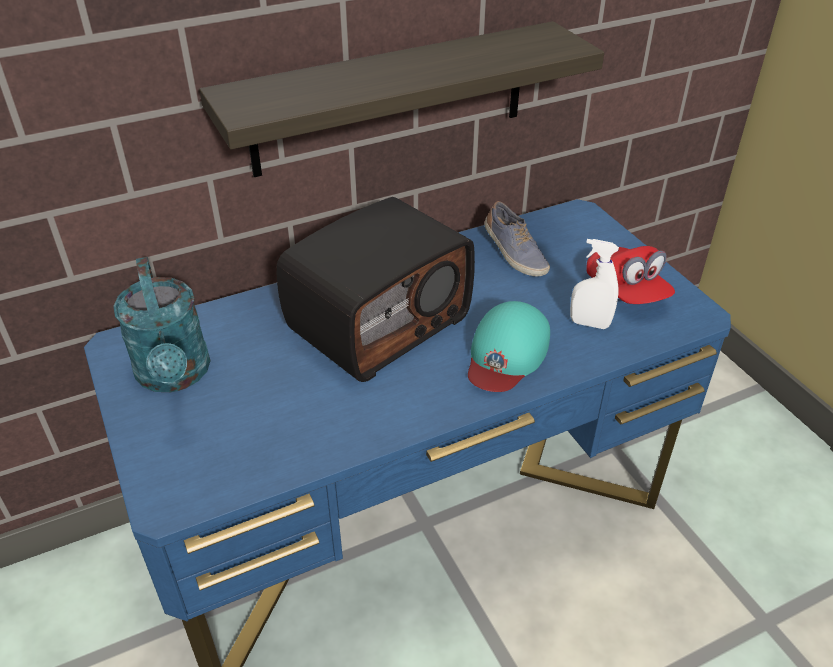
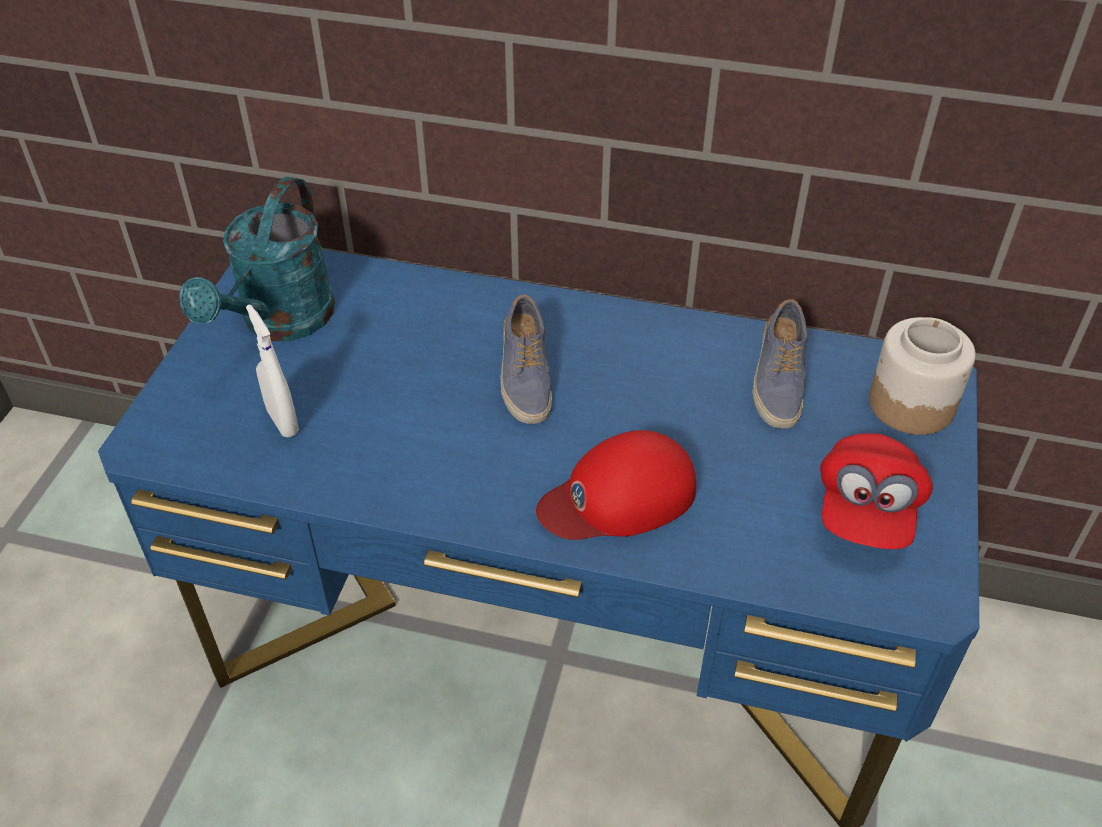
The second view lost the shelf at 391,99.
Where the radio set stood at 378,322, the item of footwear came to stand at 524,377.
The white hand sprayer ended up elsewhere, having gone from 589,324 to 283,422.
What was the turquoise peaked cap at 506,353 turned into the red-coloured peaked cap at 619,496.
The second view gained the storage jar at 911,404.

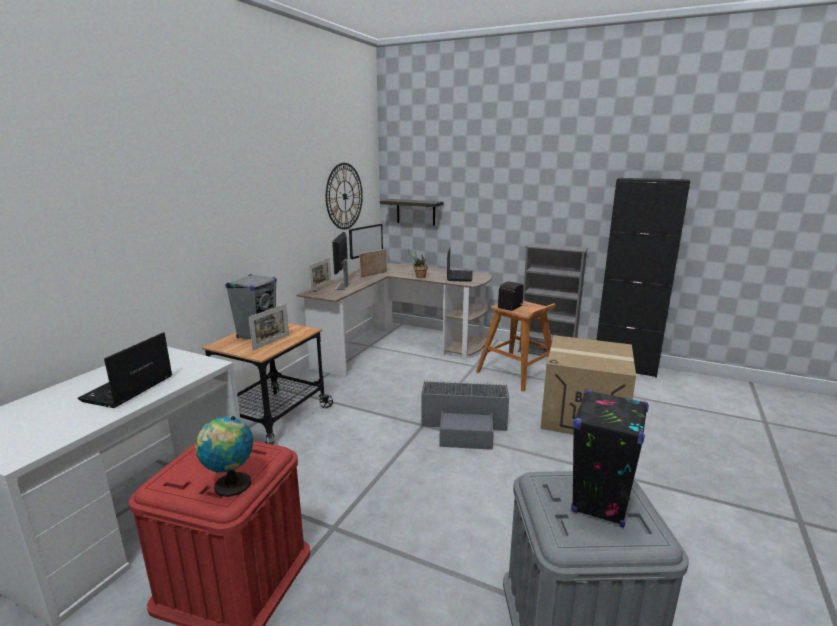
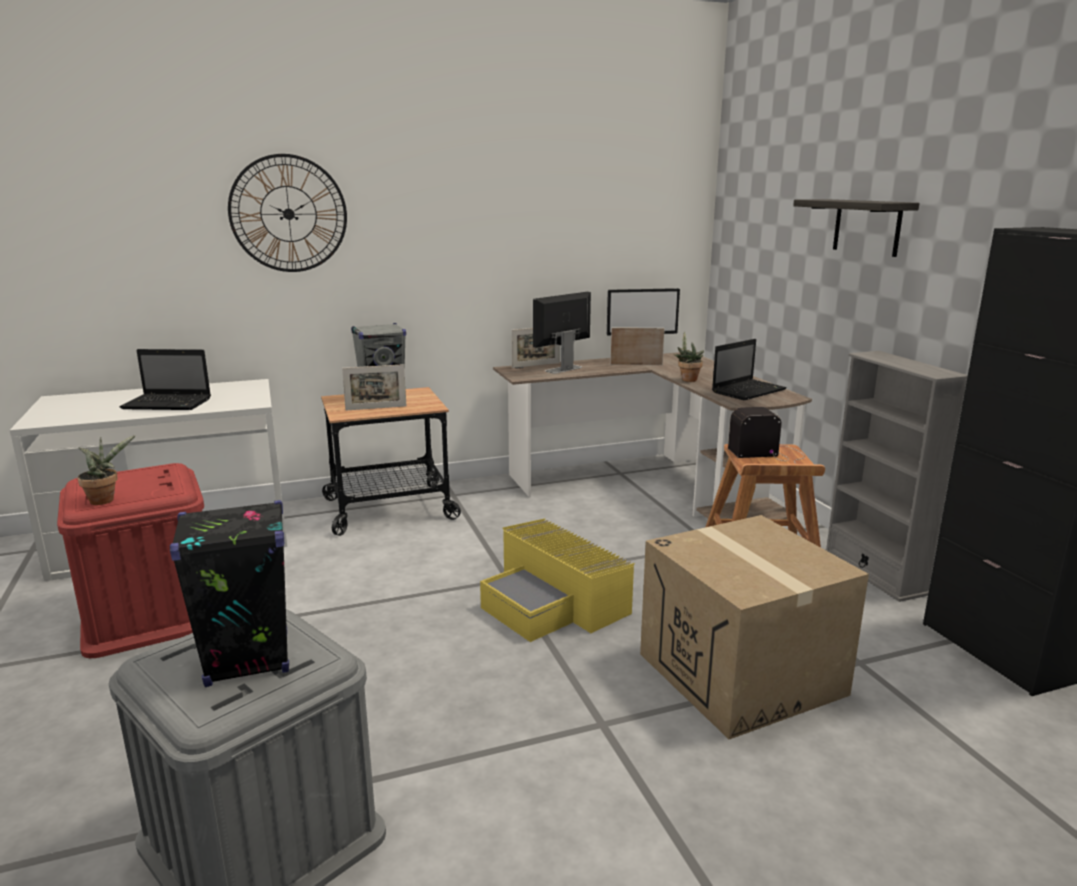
The hanging clock ended up elsewhere, having gone from 344,196 to 288,214.
The shelf ended up elsewhere, having gone from 415,212 to 867,227.
The portable computer at 127,389 ended up facing another way, 150 degrees counterclockwise from before.
What was the grey storage bin at 465,425 turned into the yellow-coloured storage bin at 554,602.
Where the desk globe stood at 230,486, the houseplant came to stand at 105,499.

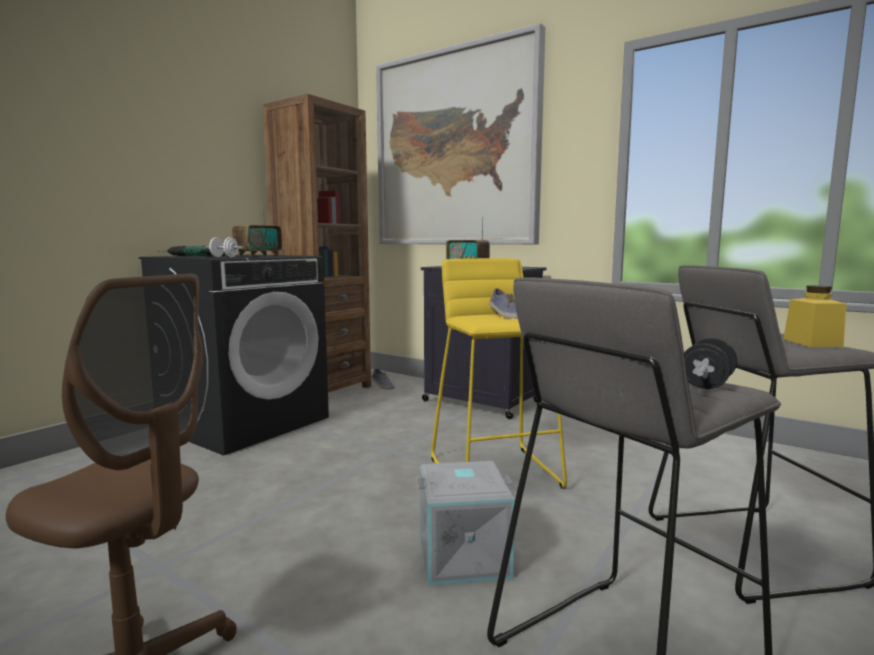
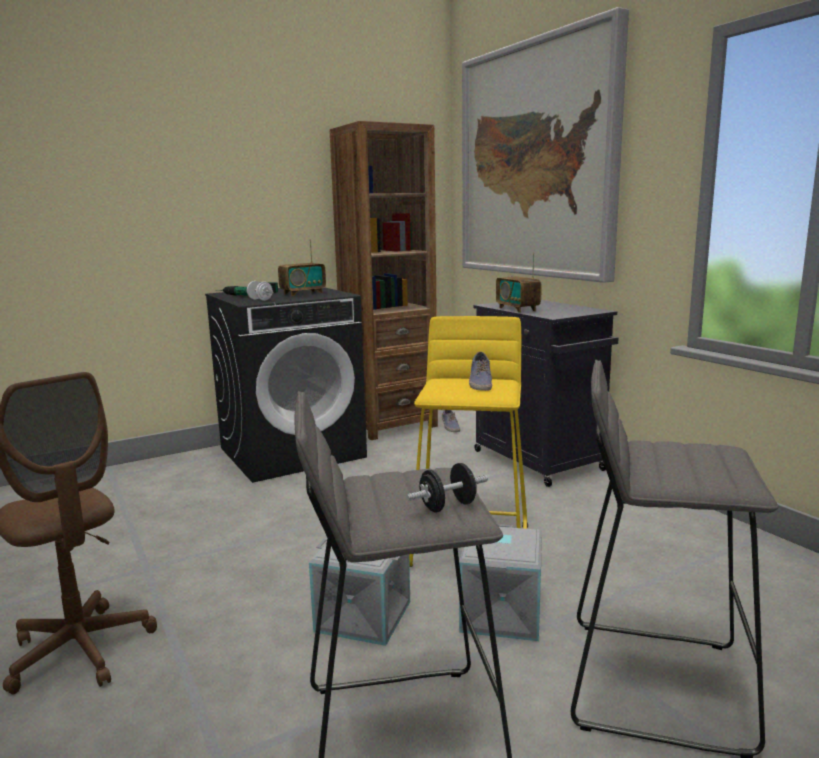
The second view lost the yellow-coloured storage jar at 812,342.
The second view gained the grey storage bin at 503,614.

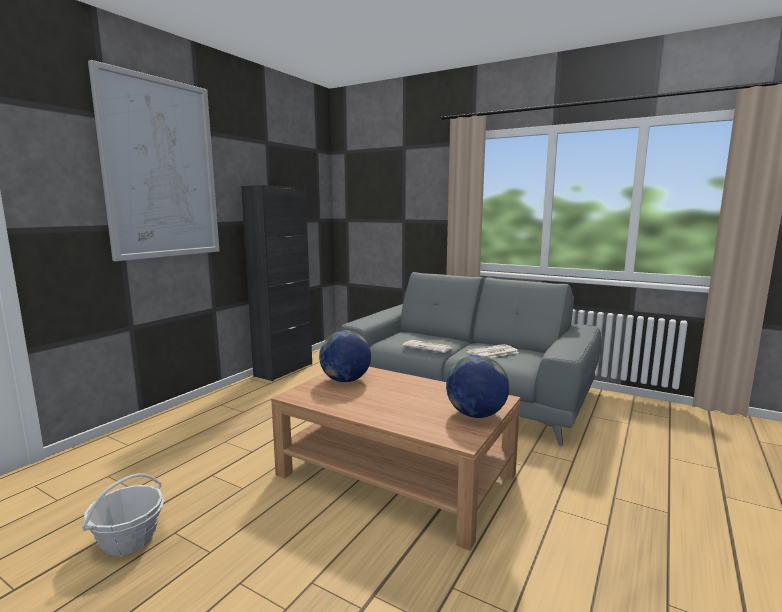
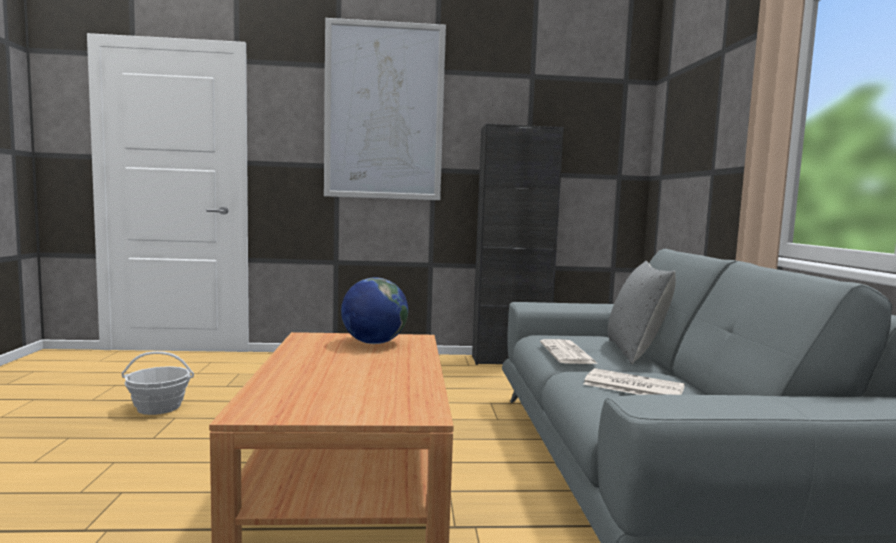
The second view lost the desk globe at 476,415.
The second view gained the grey cushion at 635,352.

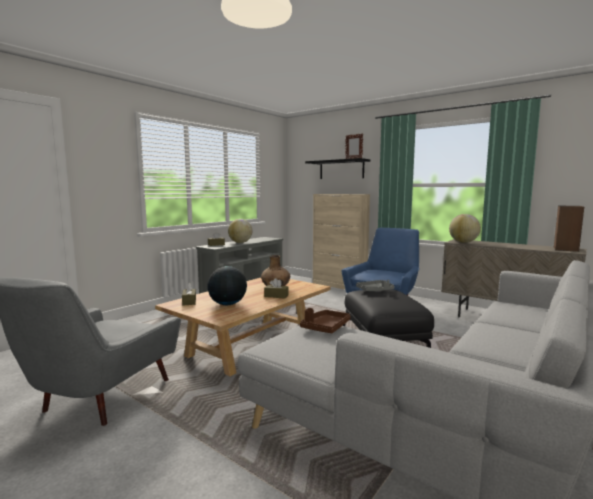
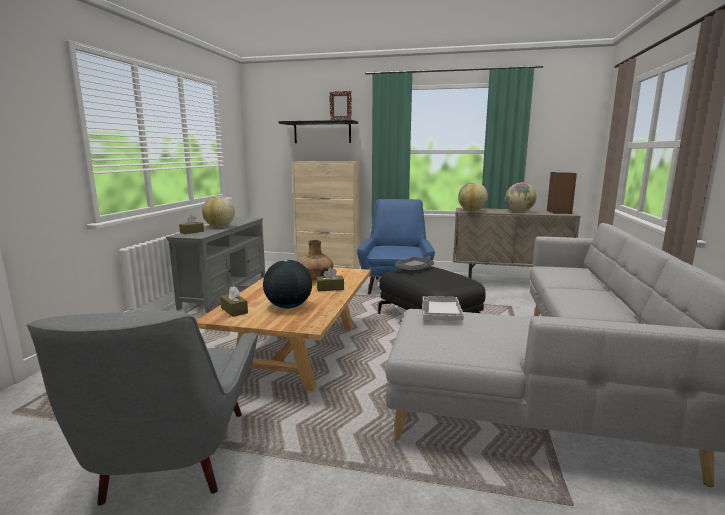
What was the brown carrying tray at 325,327 turned into the grey carrying tray at 440,315.
The second view gained the desk globe at 519,211.

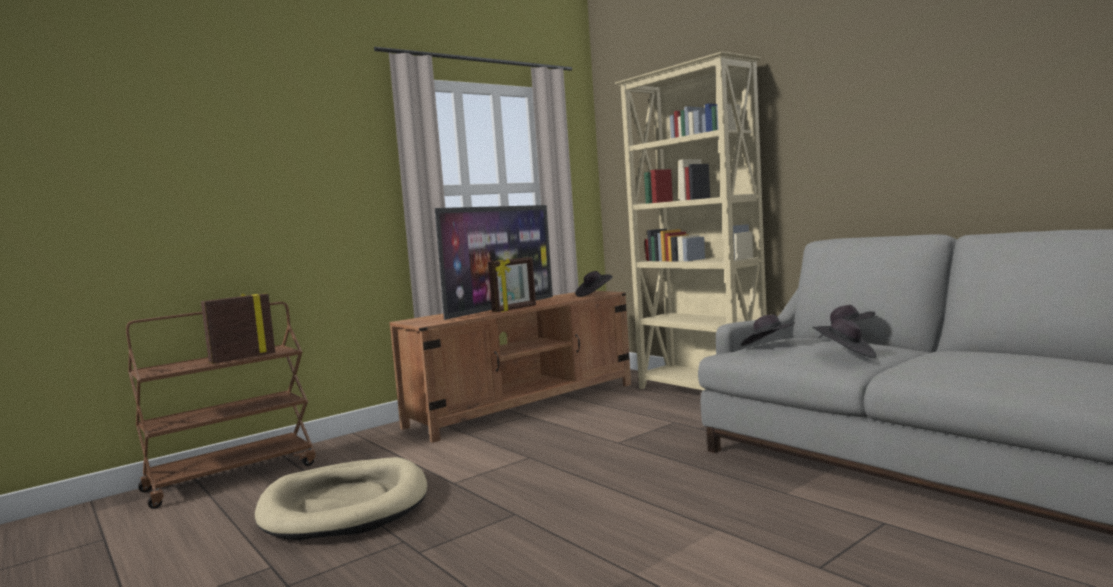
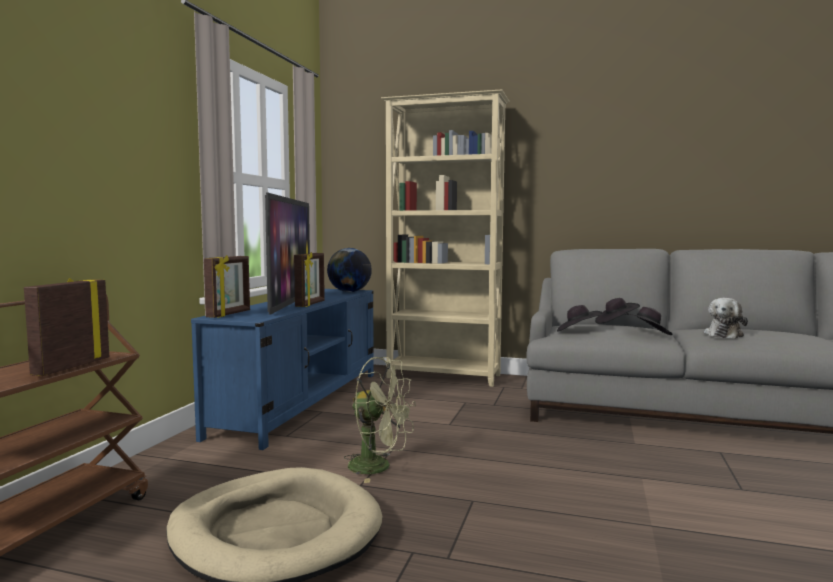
Where the blackish wearable hat stood at 594,294, the desk globe came to stand at 349,292.
What was the brown tv stand at 525,405 turned into the blue tv stand at 301,402.
The second view gained the photo frame at 229,314.
The second view gained the cuddly toy at 724,334.
The second view gained the green cooling fan at 379,467.

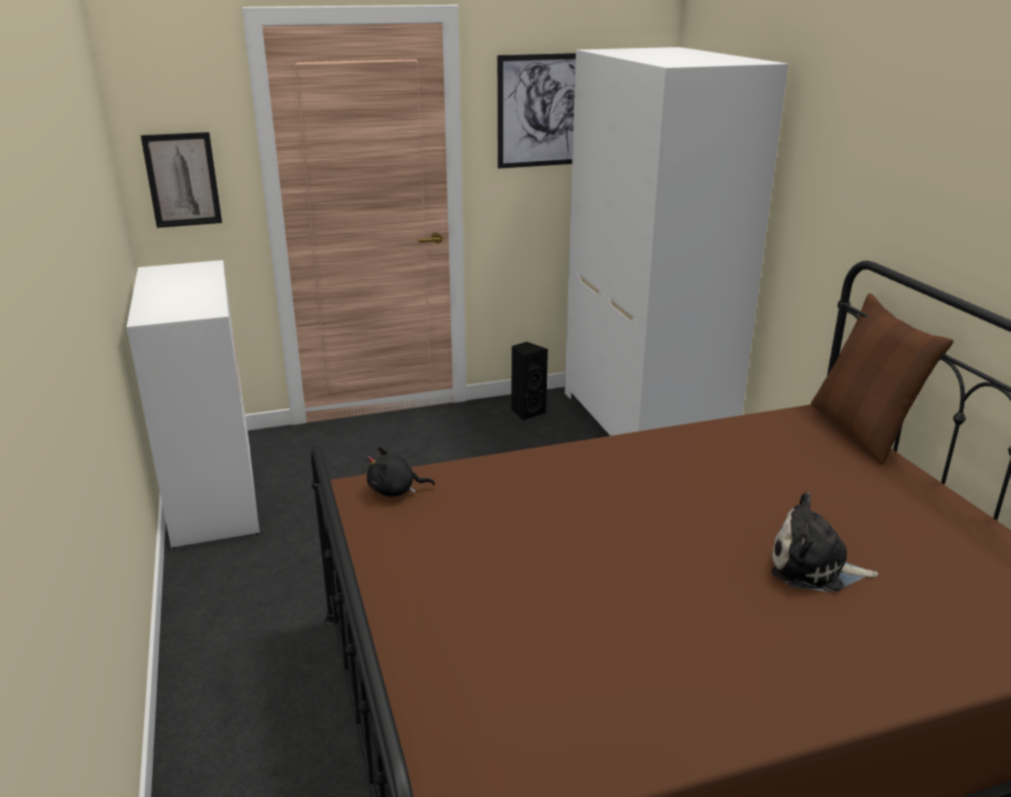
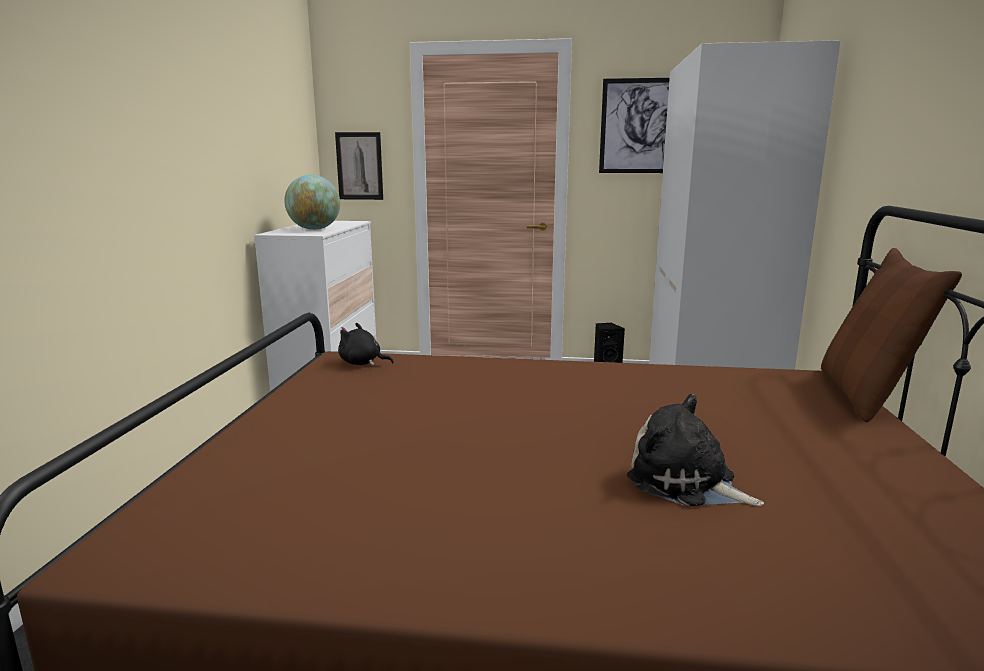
The second view gained the desk globe at 314,229.

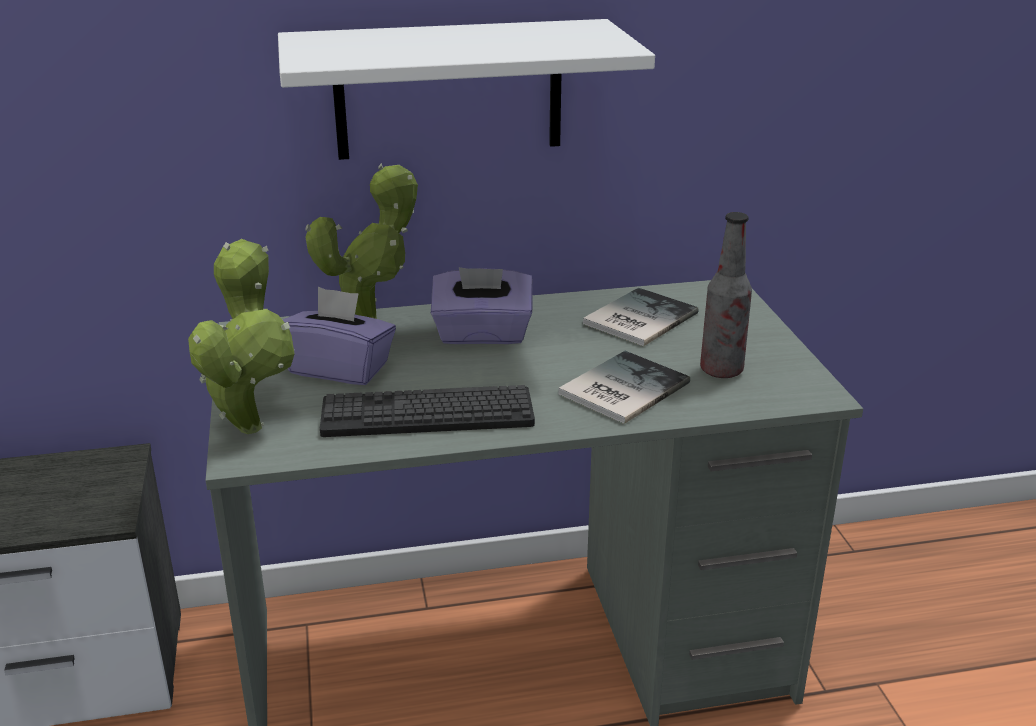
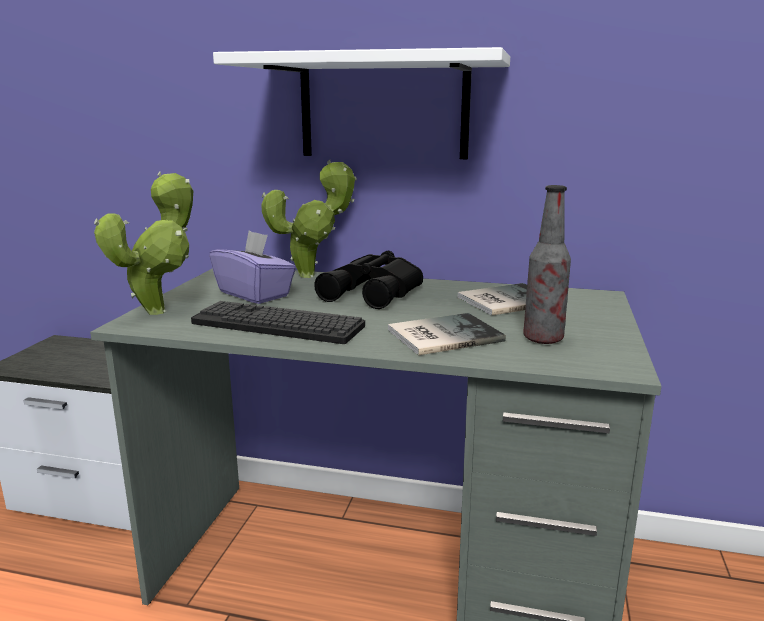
Where the purple tissue box stood at 482,335, the blackish field glasses came to stand at 374,292.

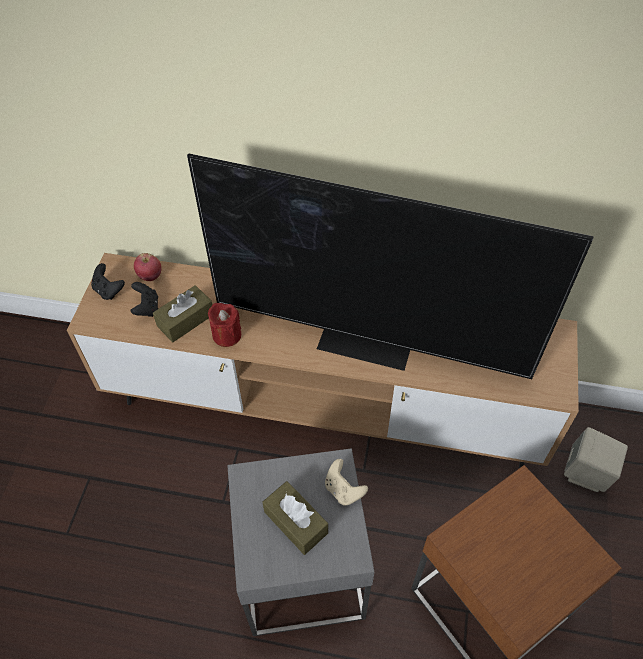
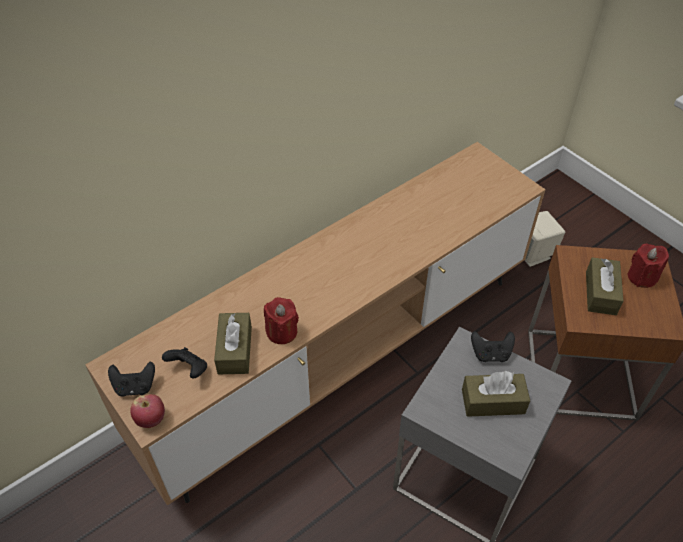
The second view lost the TV at 368,340.
The apple ended up elsewhere, having gone from 150,276 to 151,419.
What was the sand-coloured gamepad at 343,490 turned into the blackish gamepad at 490,354.
The second view gained the red-coloured wax light at 642,277.
The second view gained the brown tissue box at 600,293.

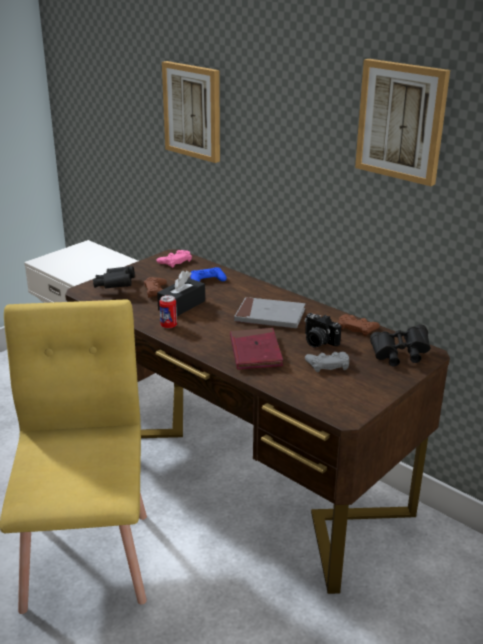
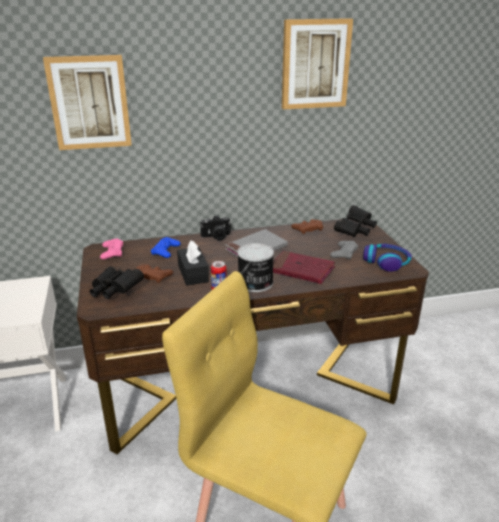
The photo camera ended up elsewhere, having gone from 318,342 to 216,237.
The second view gained the sealed can at 255,283.
The second view gained the pair of headphones at 386,262.

